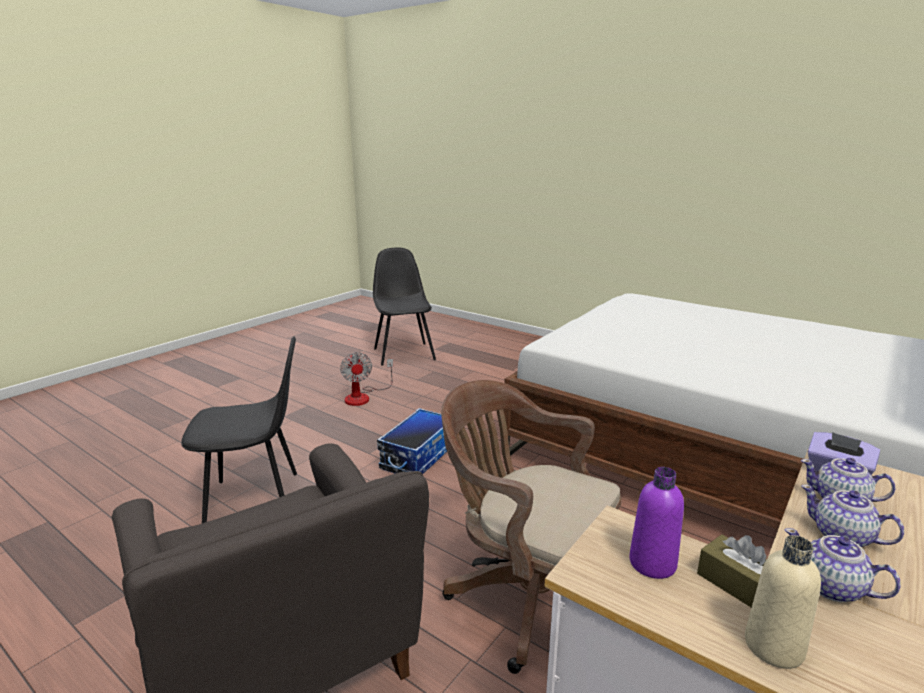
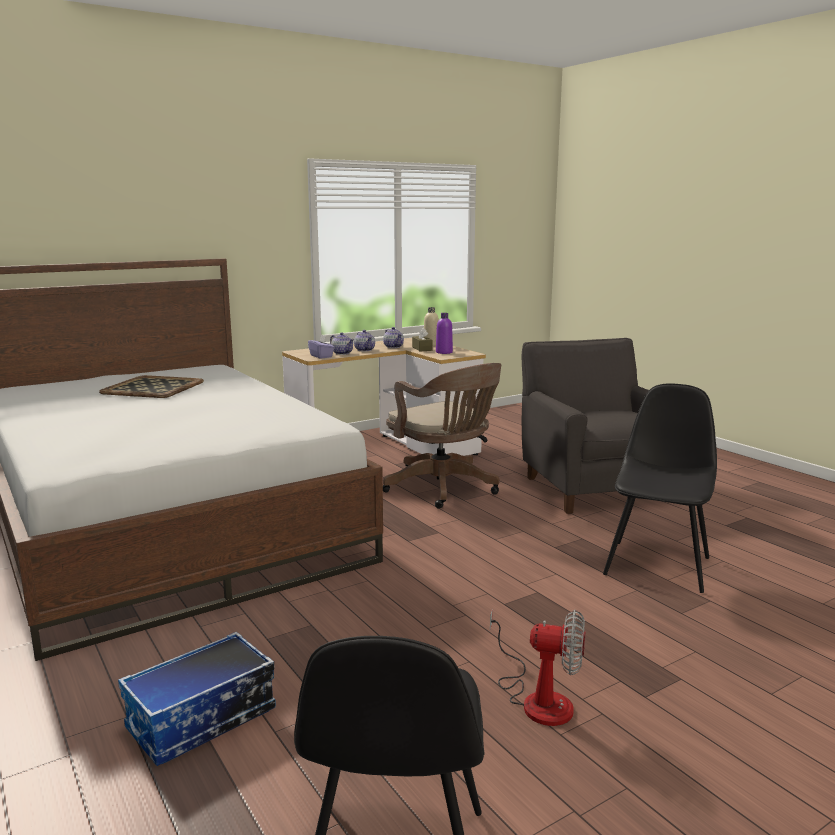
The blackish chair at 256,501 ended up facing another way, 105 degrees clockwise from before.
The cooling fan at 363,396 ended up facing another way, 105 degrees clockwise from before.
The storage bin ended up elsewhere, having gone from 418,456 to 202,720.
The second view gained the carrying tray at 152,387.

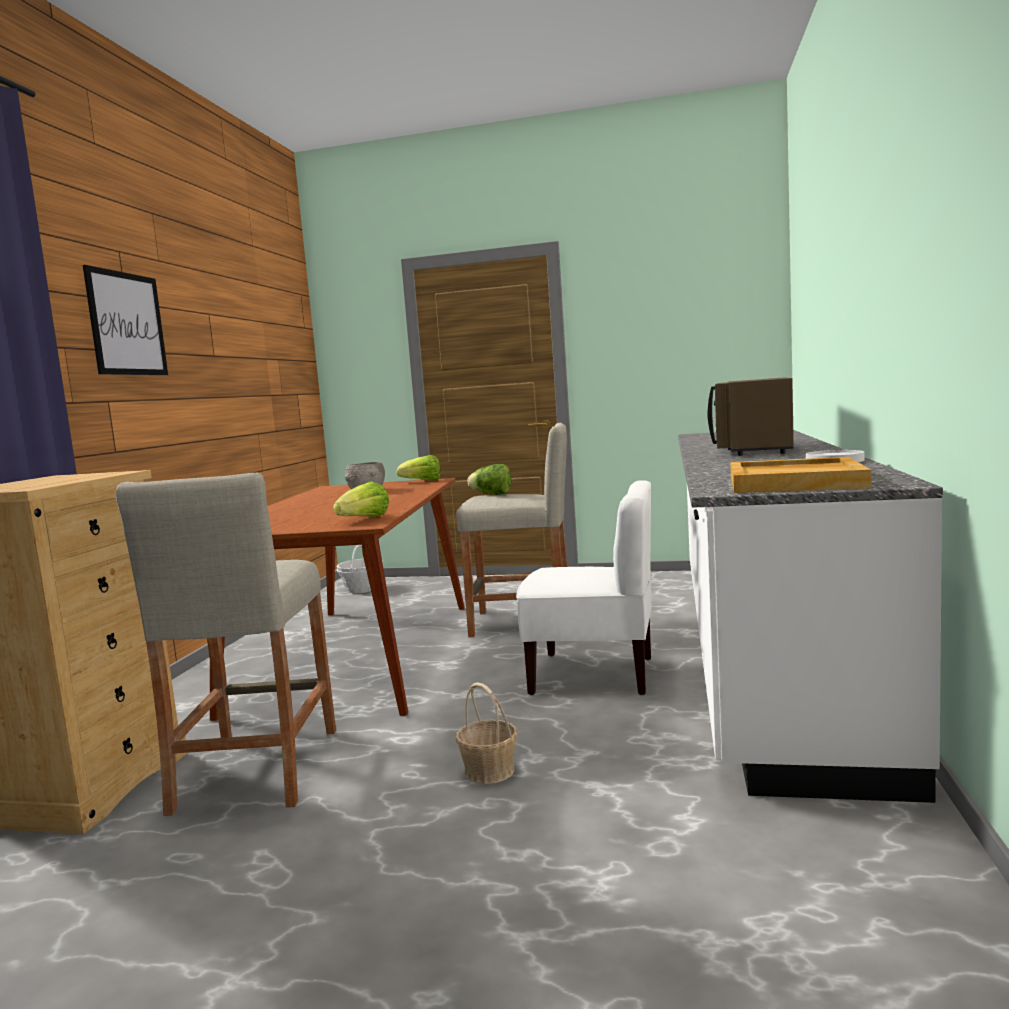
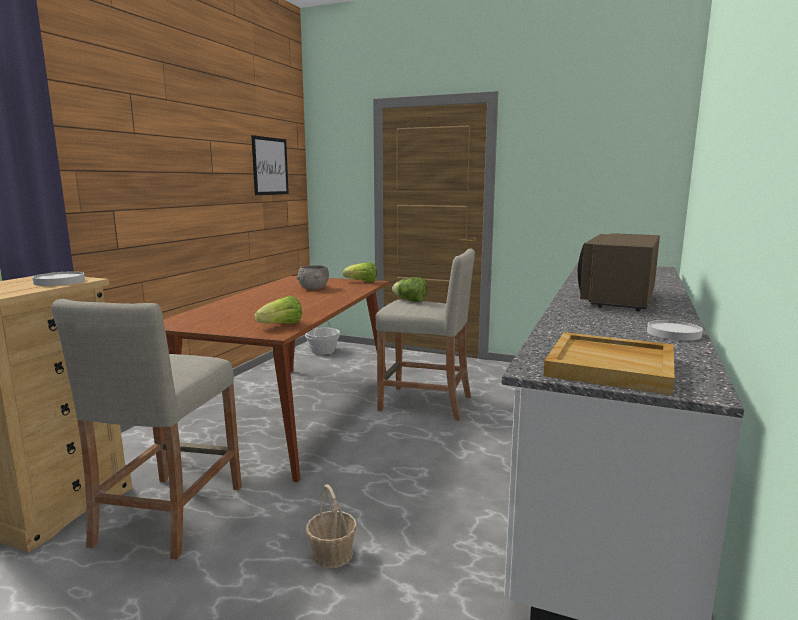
The picture ended up elsewhere, having gone from 127,324 to 270,166.
The second view lost the white chair at 593,675.
The second view gained the white dinner plate at 59,282.

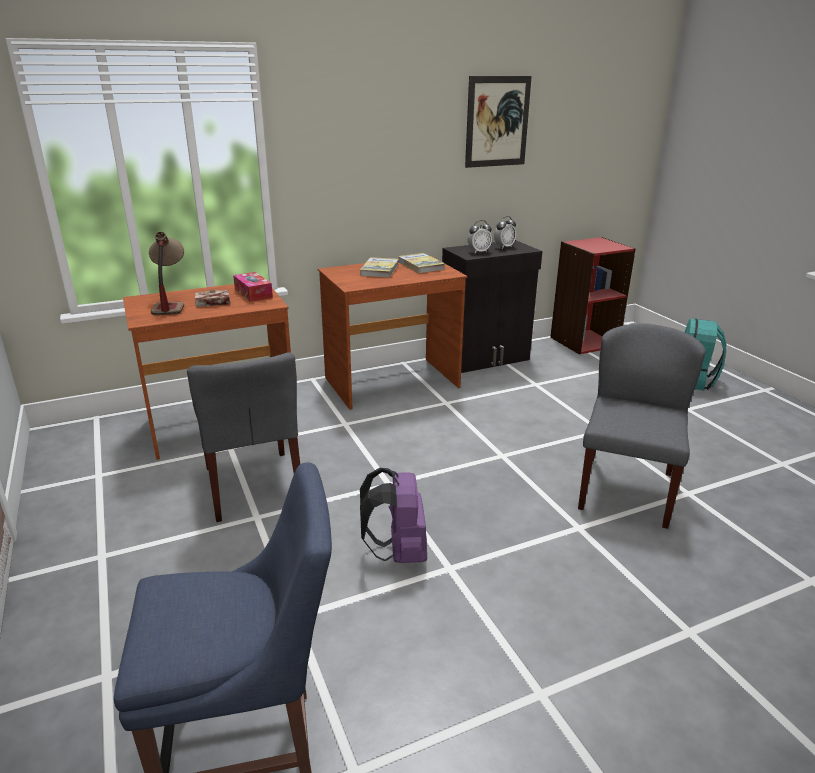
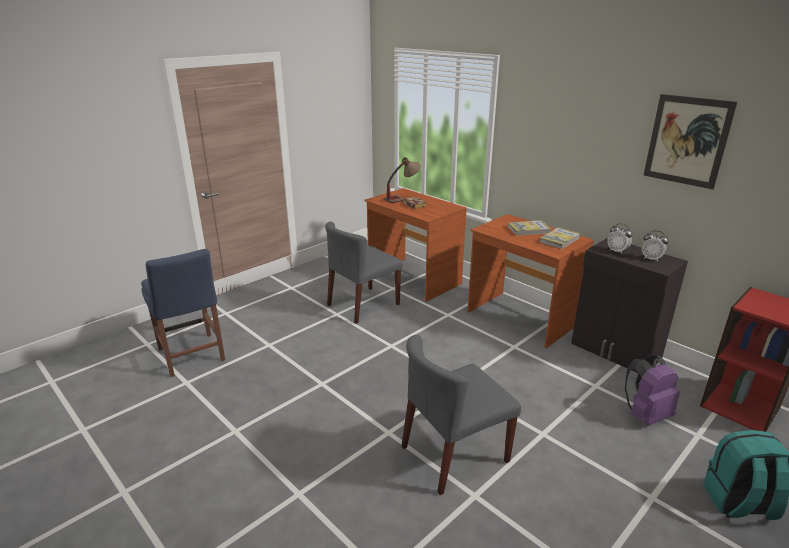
The second view lost the tissue box at 253,293.
The grey chair at 625,490 ended up facing another way, 150 degrees clockwise from before.
The purple rucksack ended up elsewhere, having gone from 398,552 to 645,415.

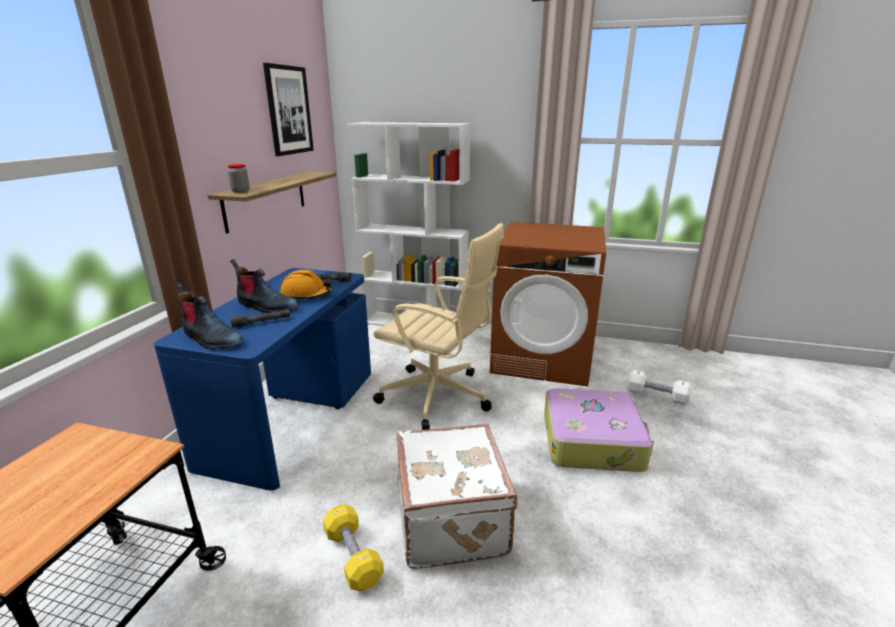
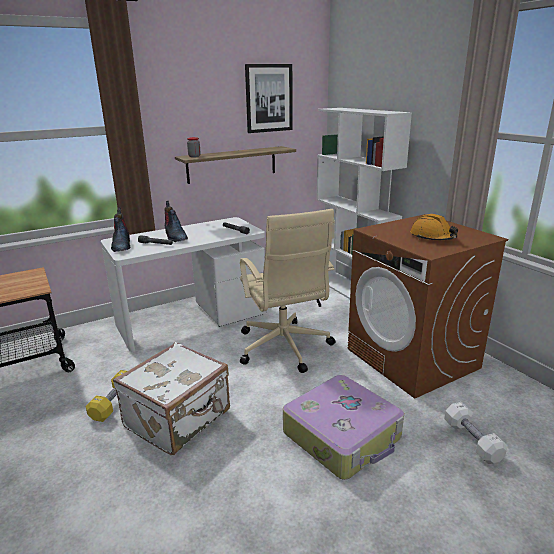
What was the blue desk unit at 292,416 turned into the white desk unit at 192,319.
The orange-coloured work helmet ended up elsewhere, having gone from 306,295 to 432,237.

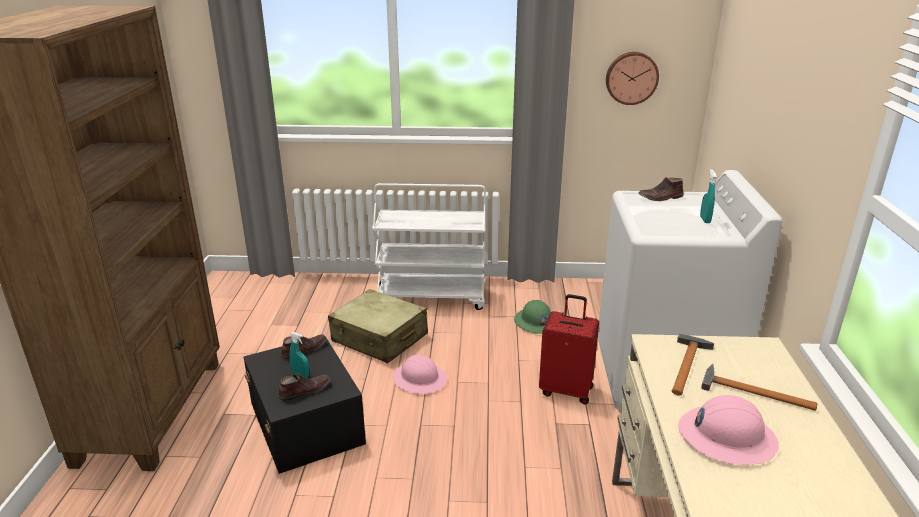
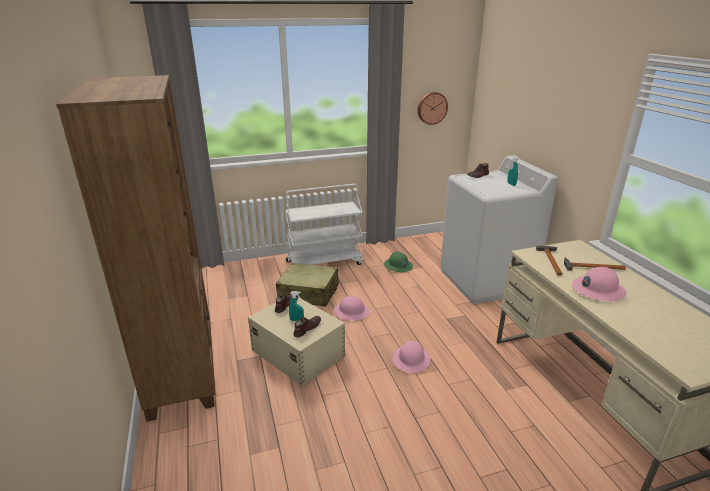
The second view lost the red-coloured travel case at 566,390.
What was the blackish storage bin at 306,422 turned into the sand-coloured storage bin at 297,352.
The second view gained the pinkish work helmet at 411,359.

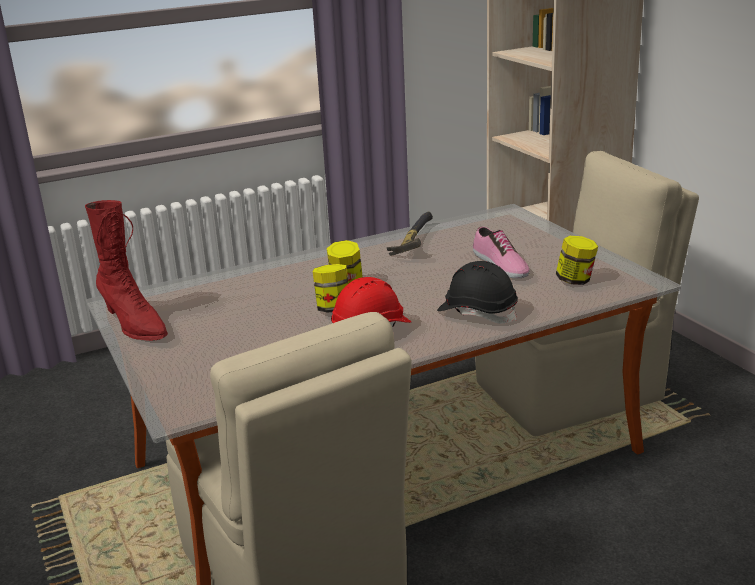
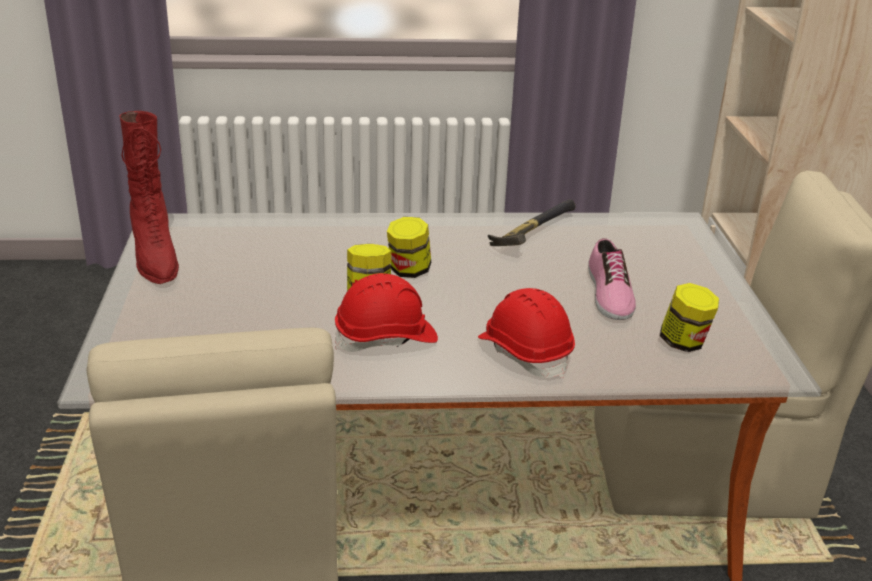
What was the blackish work helmet at 477,313 turned into the red-coloured work helmet at 525,352.

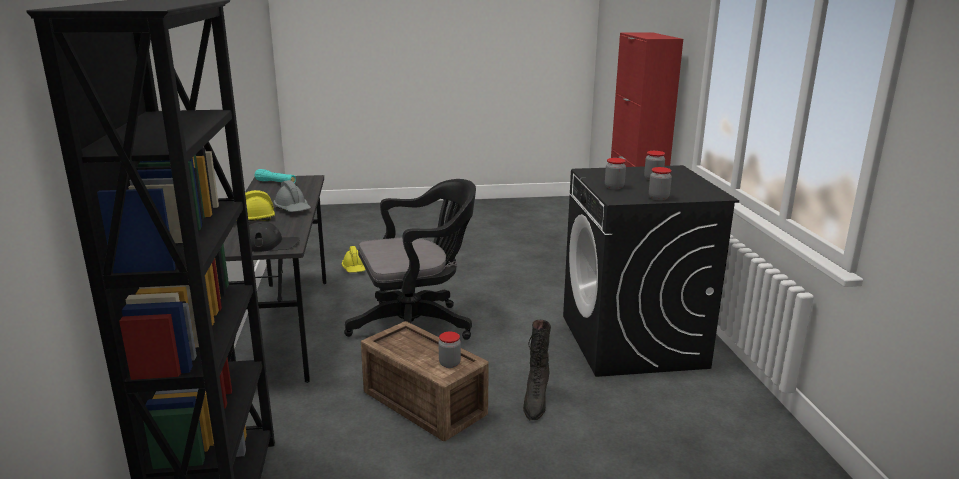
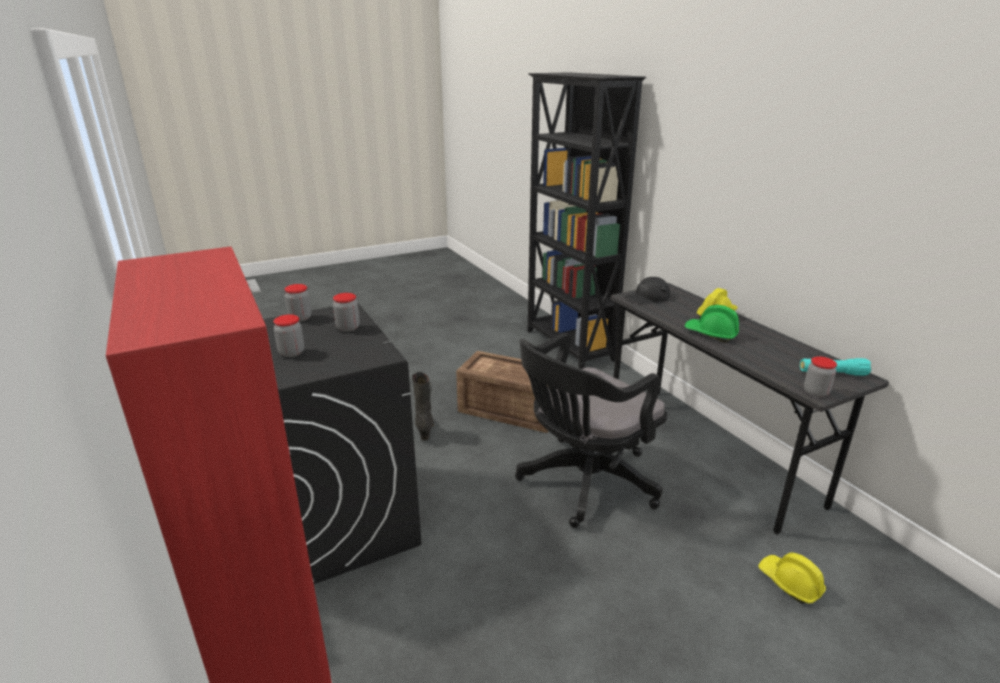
What was the grey work helmet at 293,209 turned into the green work helmet at 711,334.
The storage jar ended up elsewhere, having gone from 449,364 to 816,392.

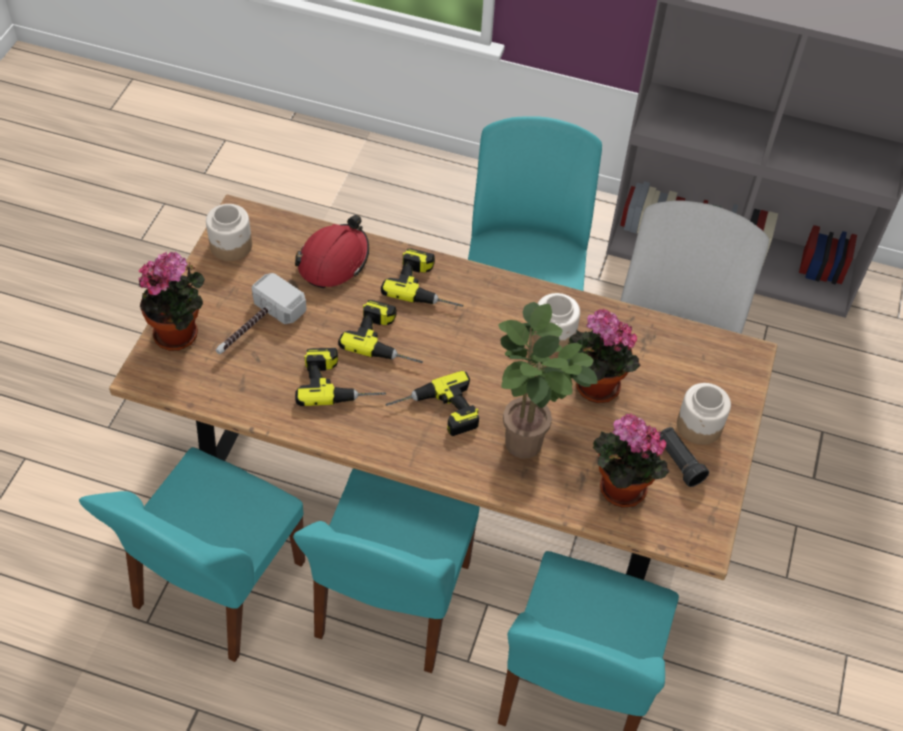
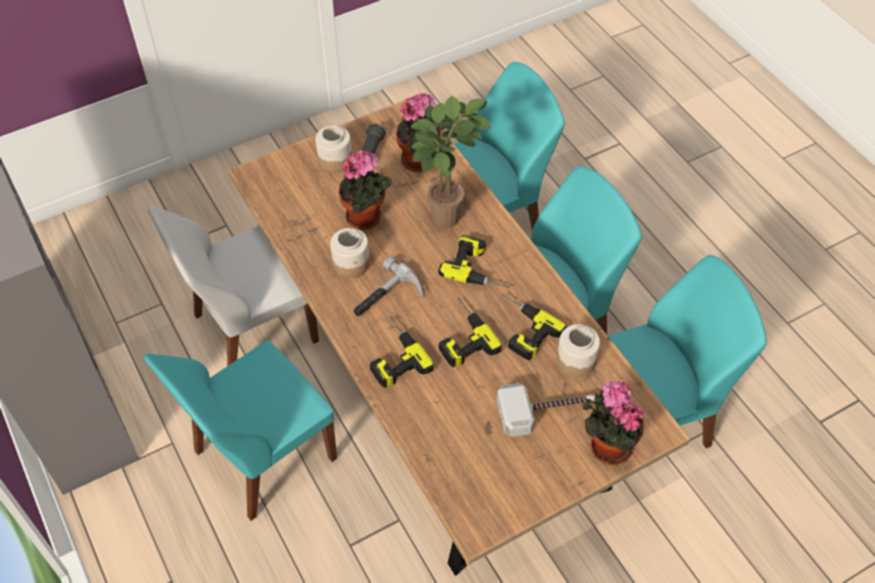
The storage jar ended up elsewhere, having gone from 231,246 to 576,360.
The second view lost the red-coloured work helmet at 334,260.
The second view gained the tool hammer at 387,297.

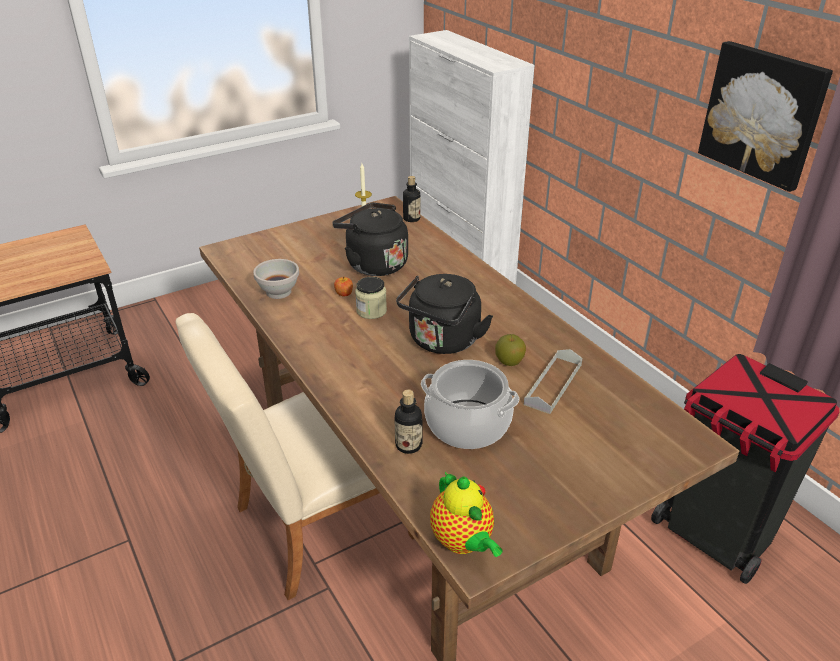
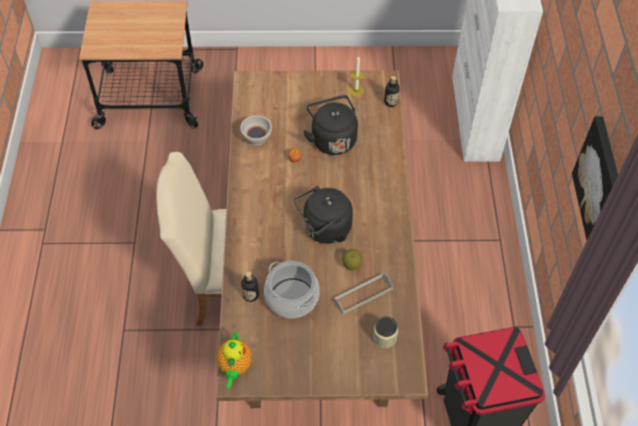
The storage jar ended up elsewhere, having gone from 371,311 to 384,337.

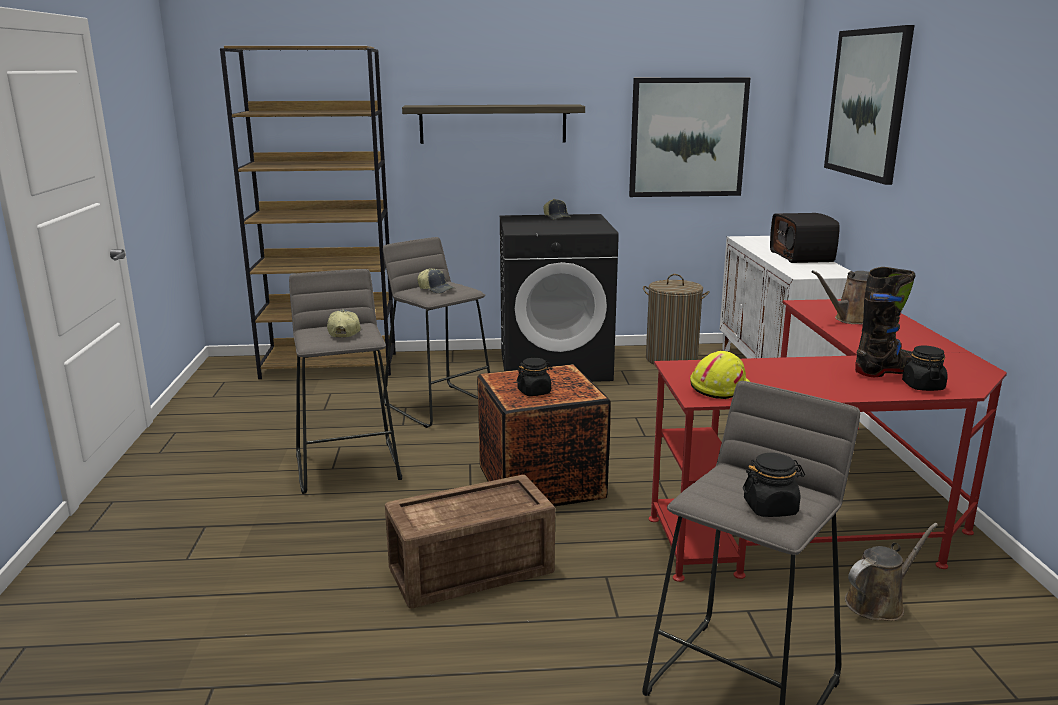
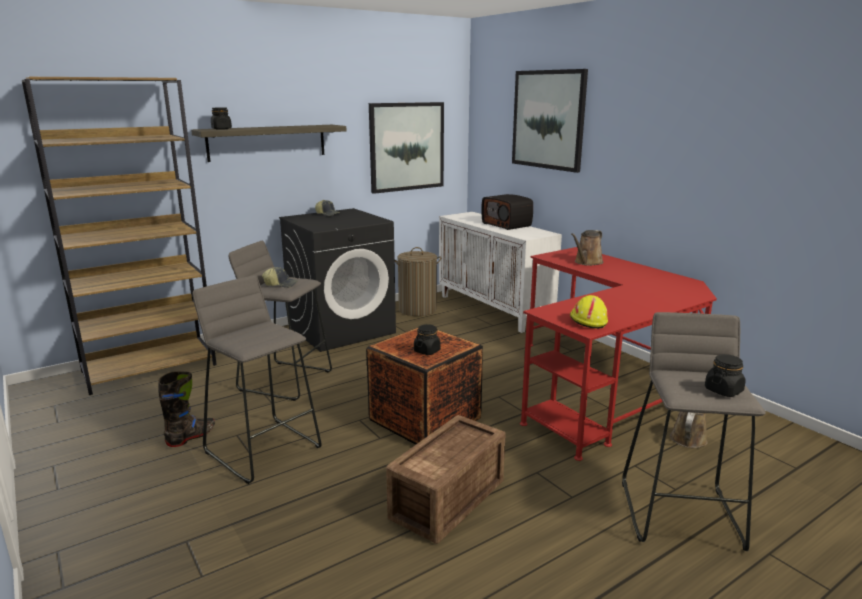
The blackish boot ended up elsewhere, having gone from 886,371 to 191,437.
The second view lost the peaked cap at 344,332.
The blackish storage jar ended up elsewhere, having gone from 922,386 to 221,129.

